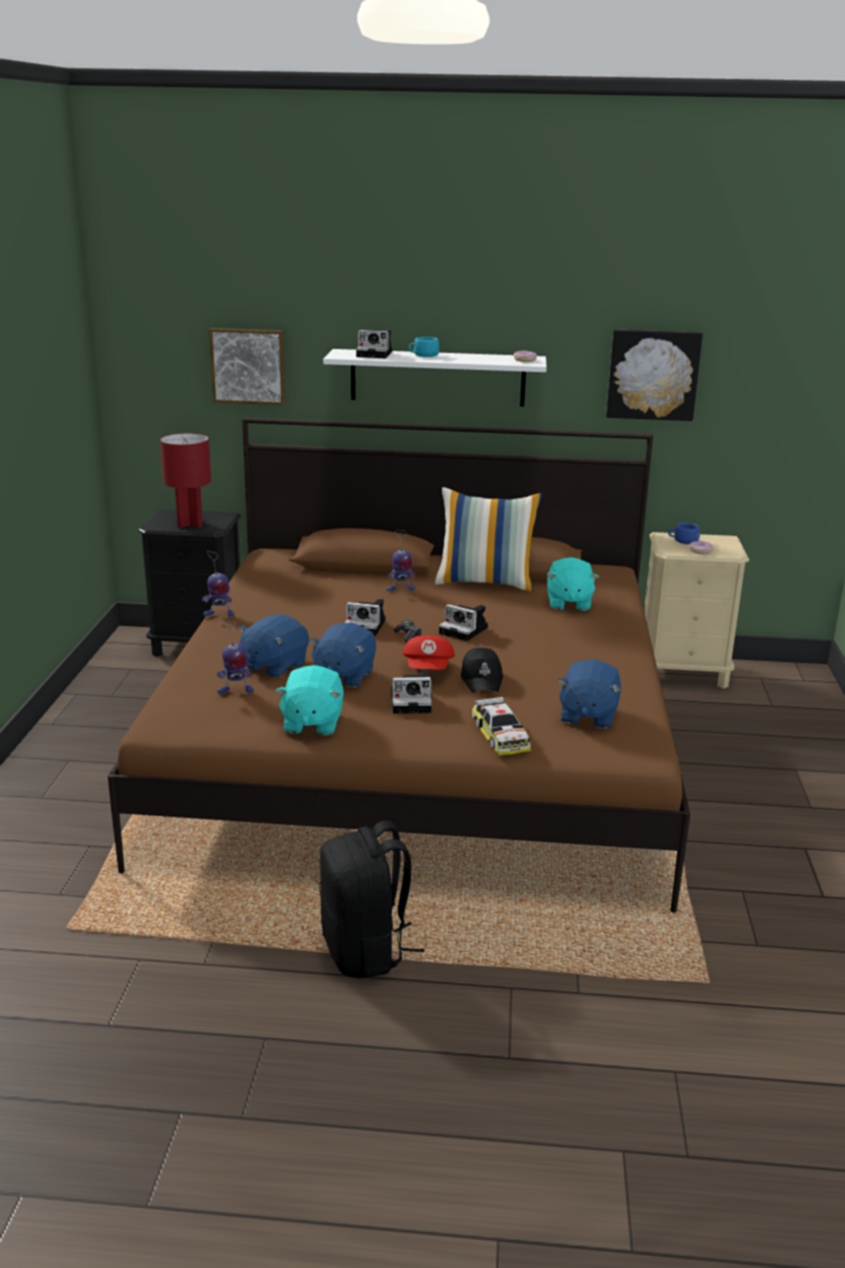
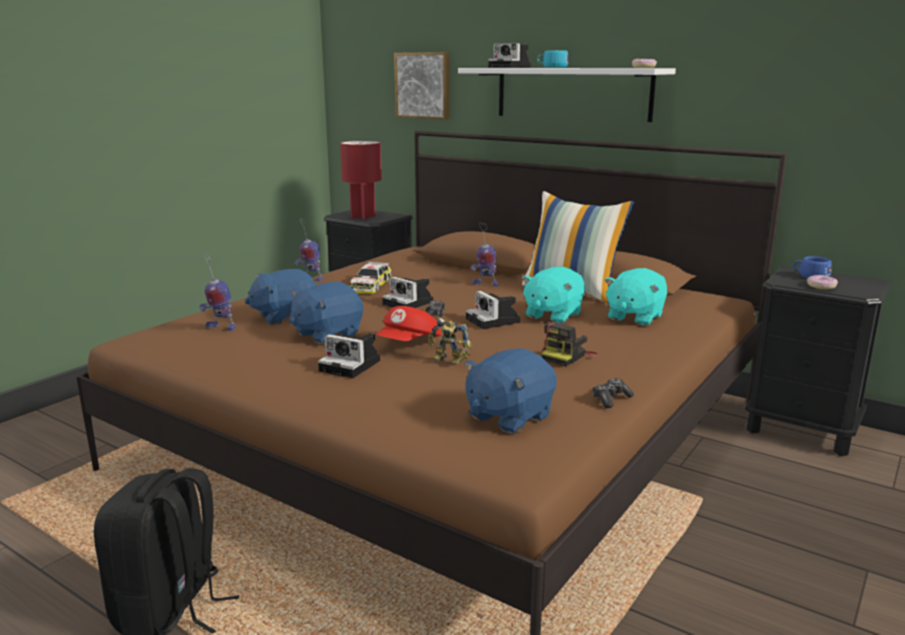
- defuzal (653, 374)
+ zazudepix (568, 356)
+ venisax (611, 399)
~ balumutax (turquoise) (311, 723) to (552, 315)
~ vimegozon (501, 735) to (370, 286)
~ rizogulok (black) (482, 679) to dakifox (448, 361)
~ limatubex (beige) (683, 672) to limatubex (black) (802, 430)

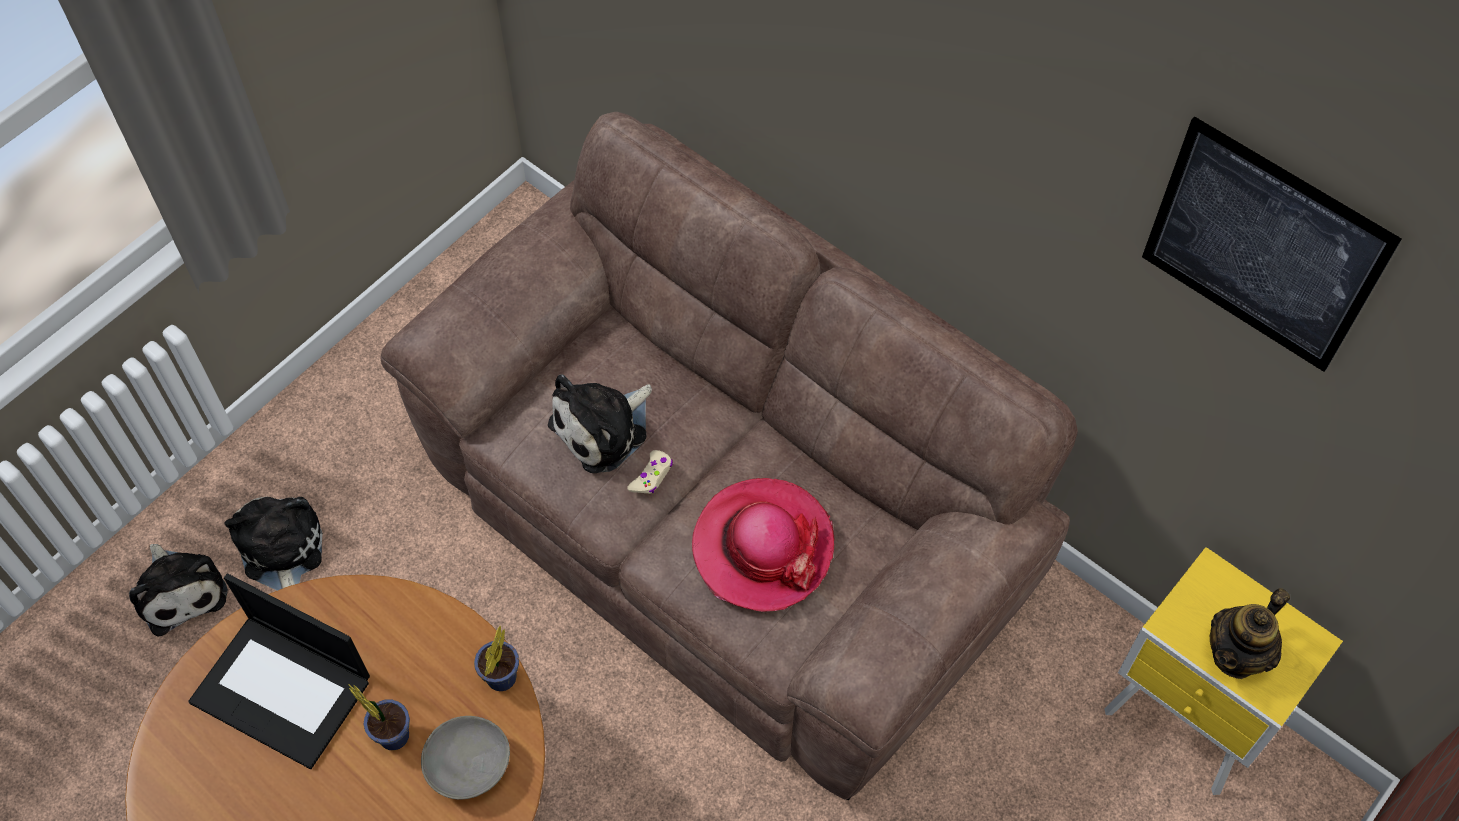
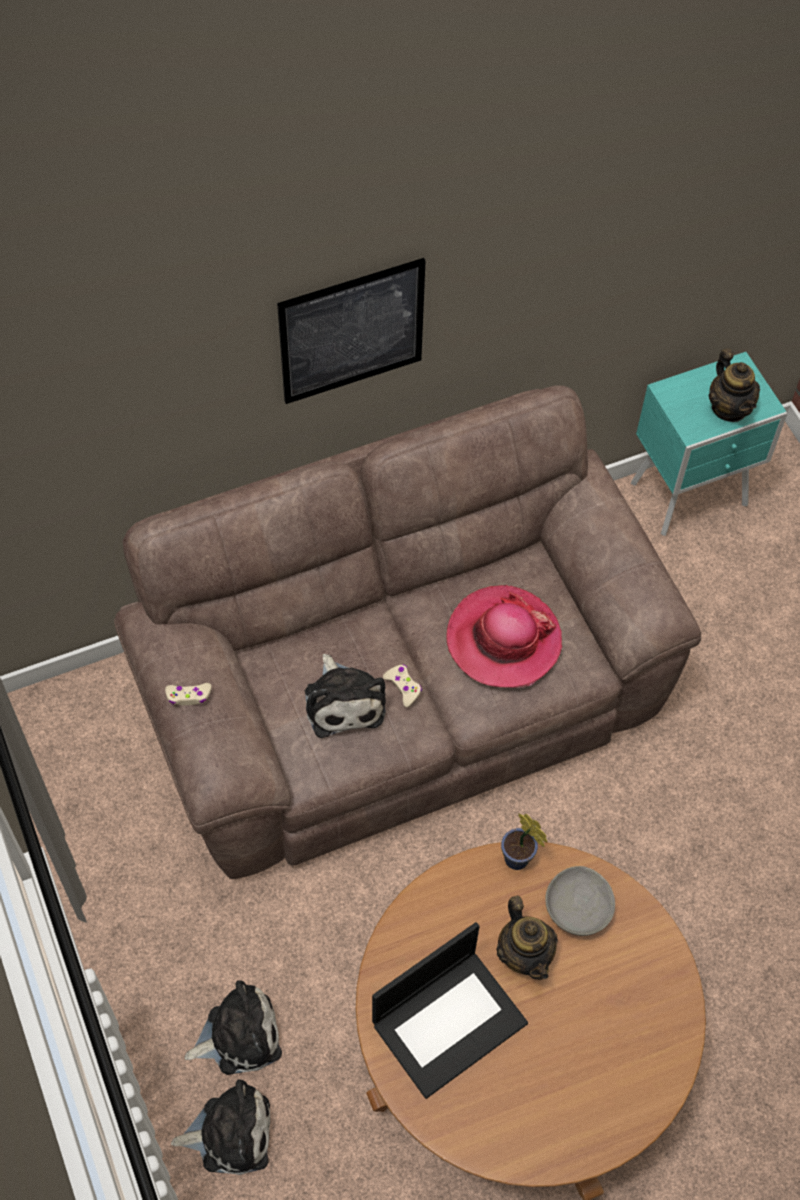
+ venisax (beige) (189, 696)
~ defuzal (1263, 246) to (352, 331)
~ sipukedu (391, 733) to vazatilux (524, 954)
~ limatubex (yellow) (1187, 723) to limatubex (turquoise) (691, 495)
~ balumutax (281, 551) = (238, 1035) 150 degrees clockwise

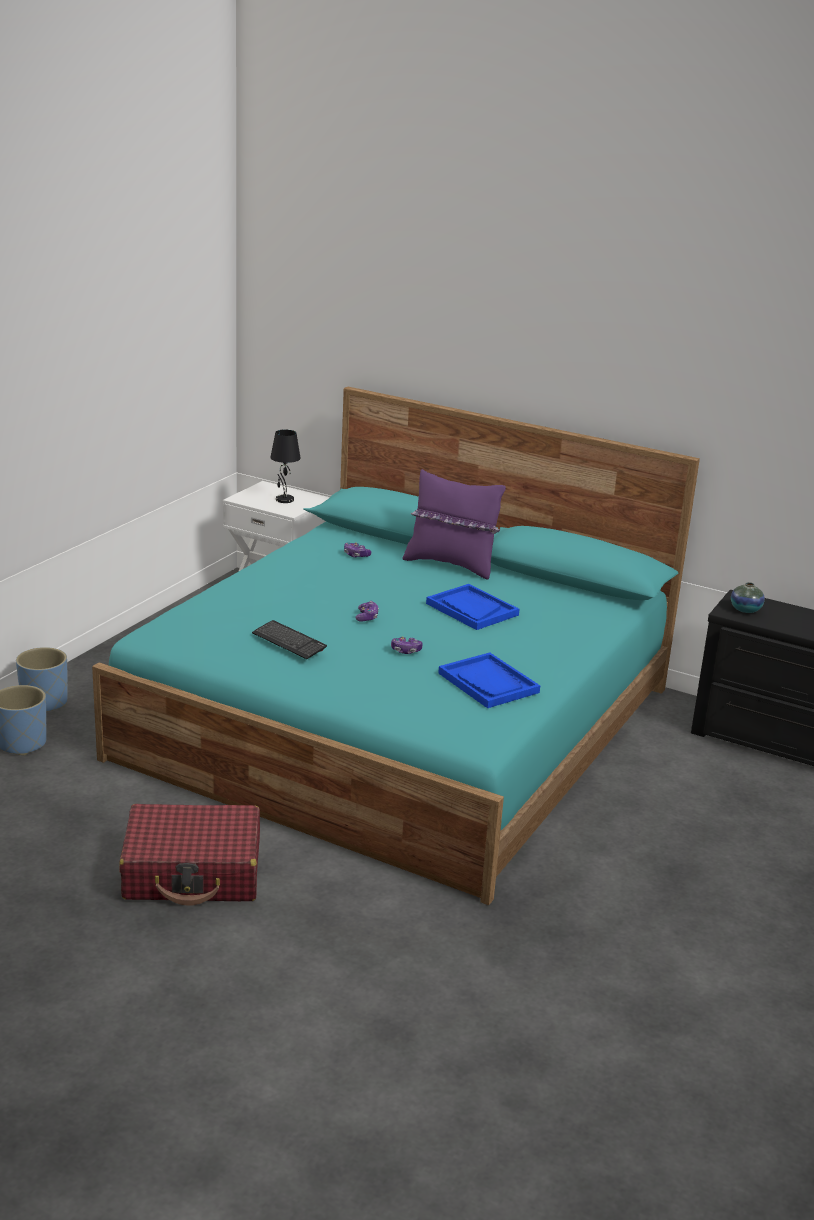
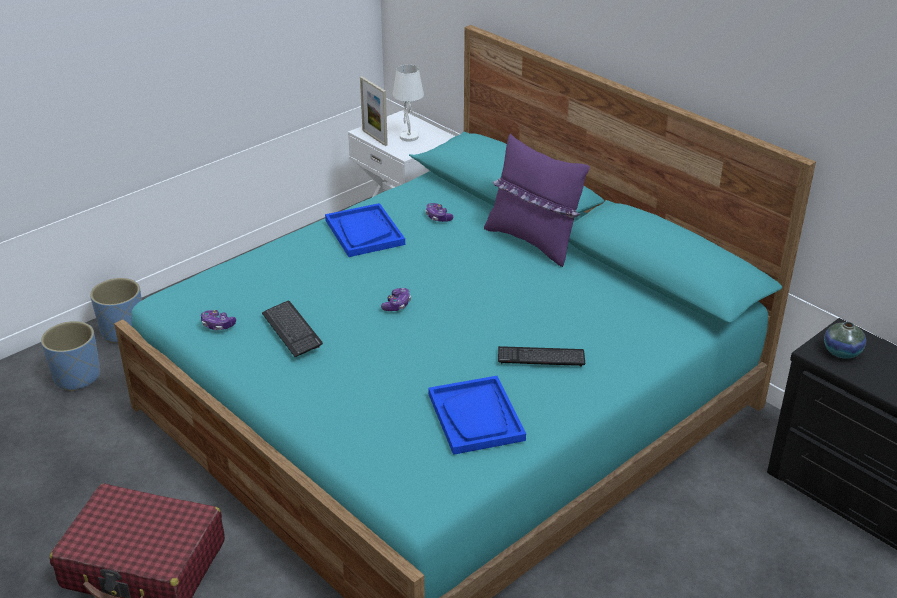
+ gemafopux (374, 137)
+ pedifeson (541, 357)
~ venisax (406, 650) to (218, 325)
~ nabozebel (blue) (471, 609) to (364, 232)
~ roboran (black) (284, 500) to roboran (white) (408, 137)

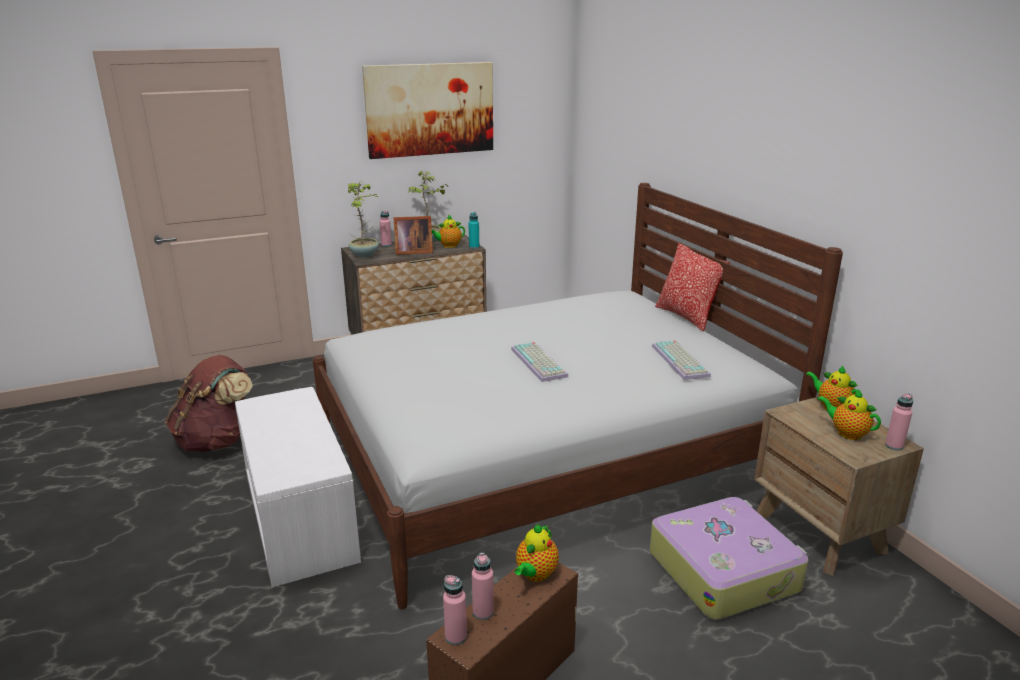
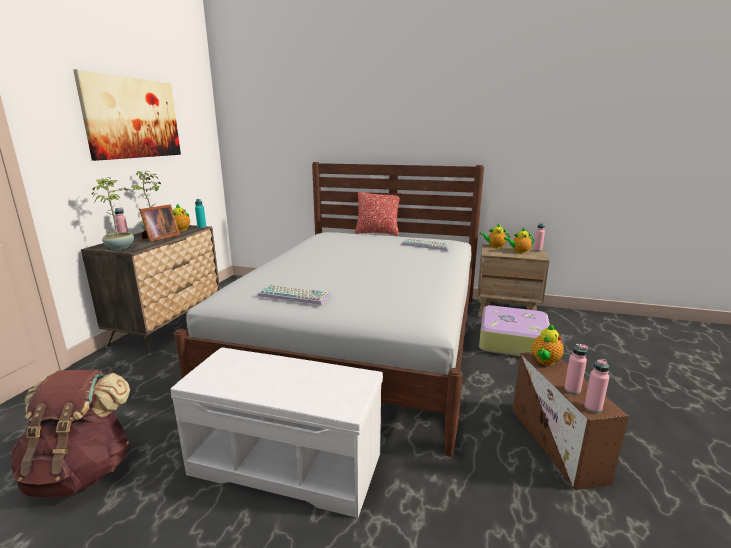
~ pedifeson (540, 363) to (296, 295)
~ vazatilux (535, 575) = (545, 361) 60 degrees clockwise

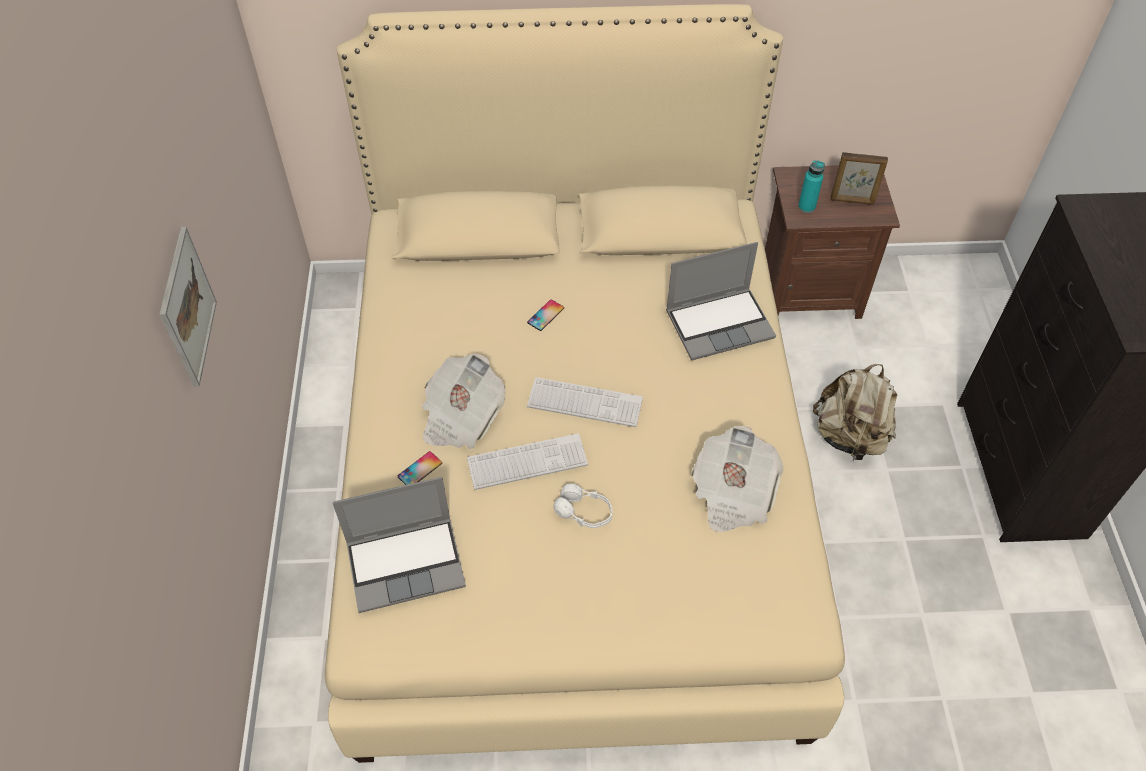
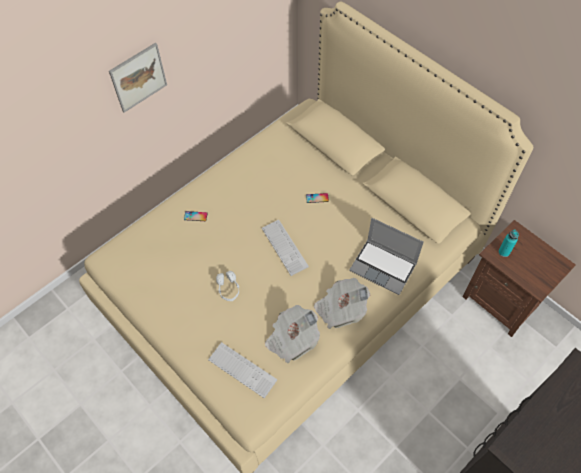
- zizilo (407, 563)
- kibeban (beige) (849, 436)
- gemafopux (852, 201)
~ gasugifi (461, 417) to (340, 309)
~ pedifeson (527, 462) to (242, 370)

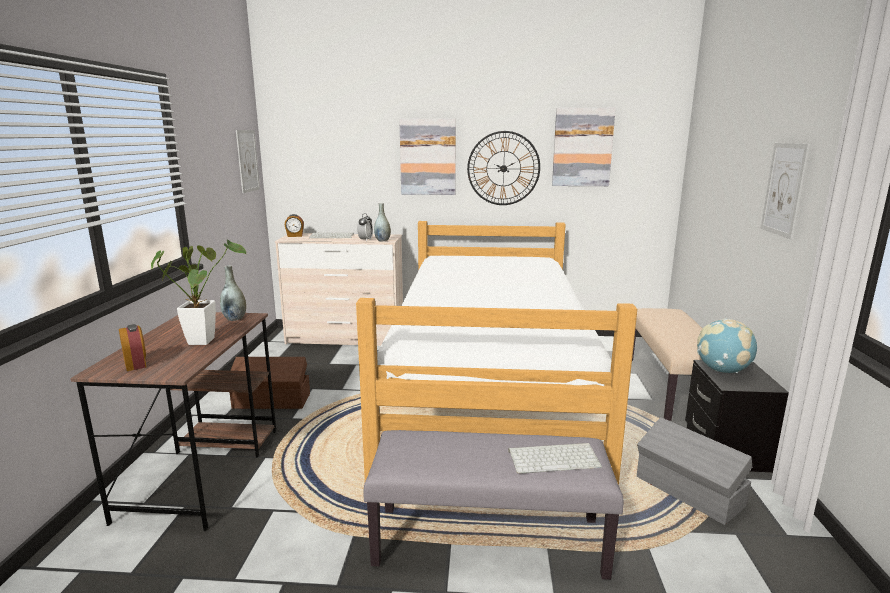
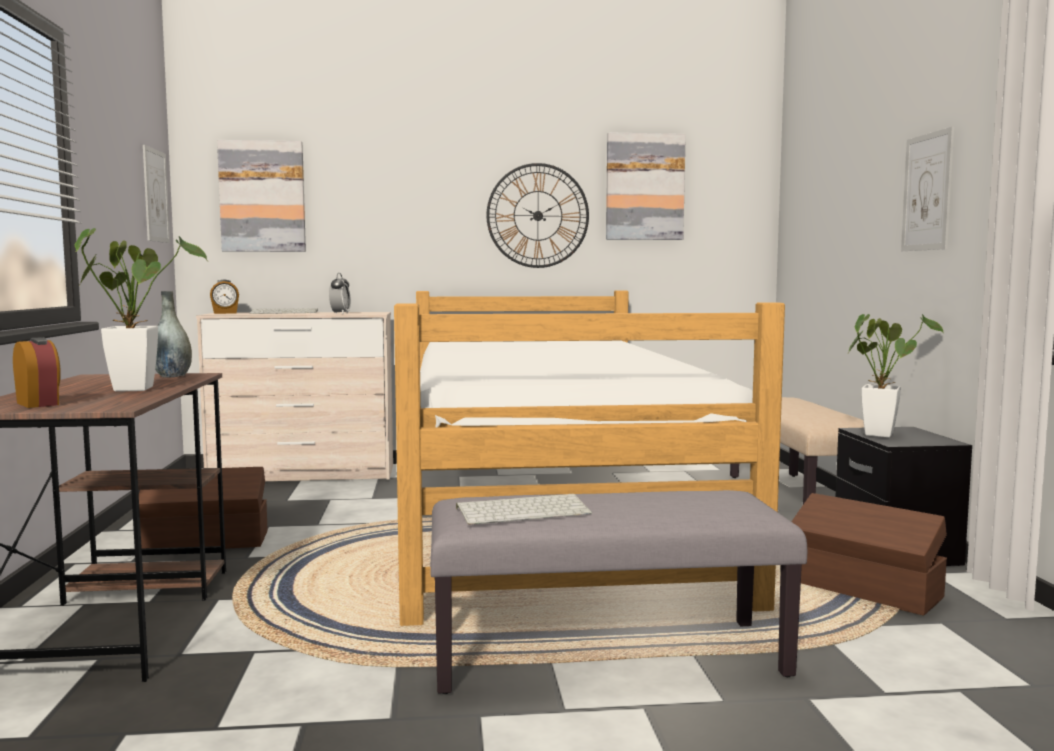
- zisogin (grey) (382, 240)
~ defuzal (428, 157) to (262, 196)
~ pedifeson (554, 458) to (524, 511)
~ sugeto (722, 370) to sipukedu (880, 433)
~ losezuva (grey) (689, 492) to losezuva (brown) (865, 590)

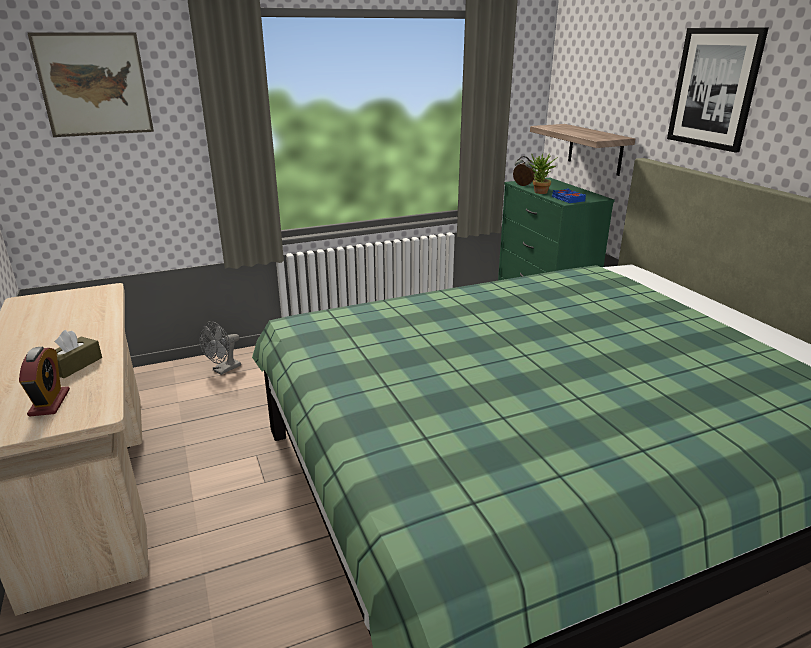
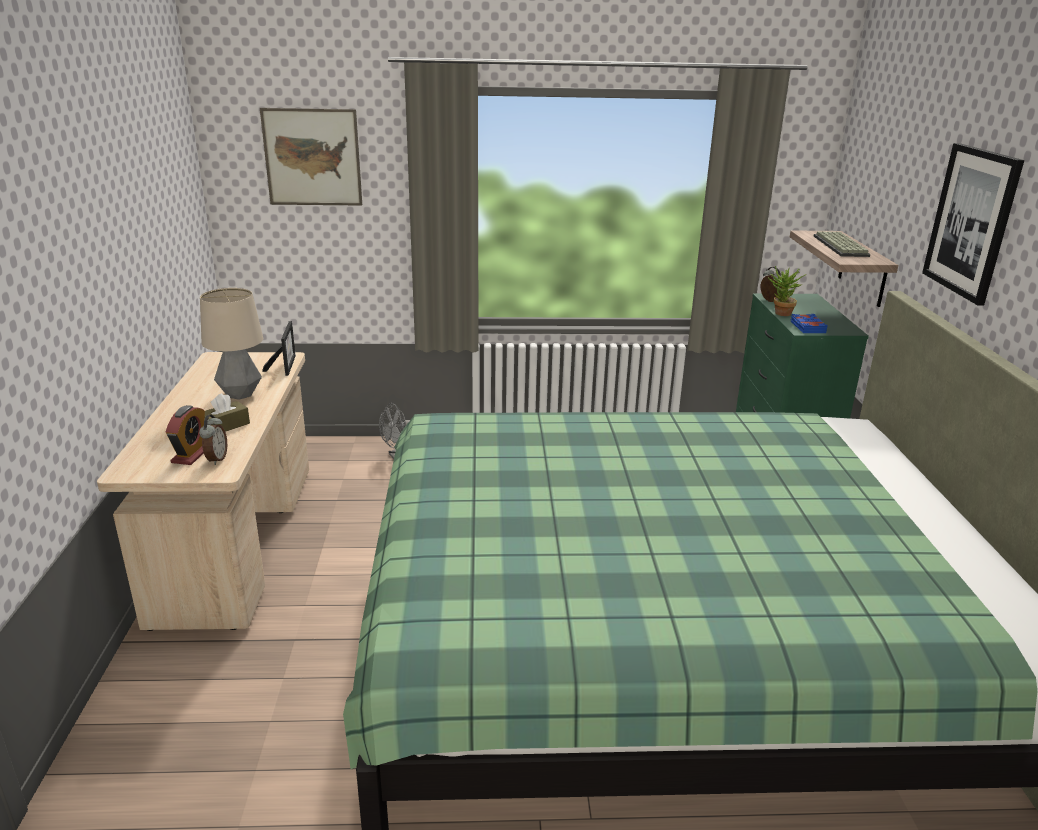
+ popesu (216, 459)
+ roboran (240, 394)
+ gemafopux (285, 365)
+ pedifeson (842, 246)

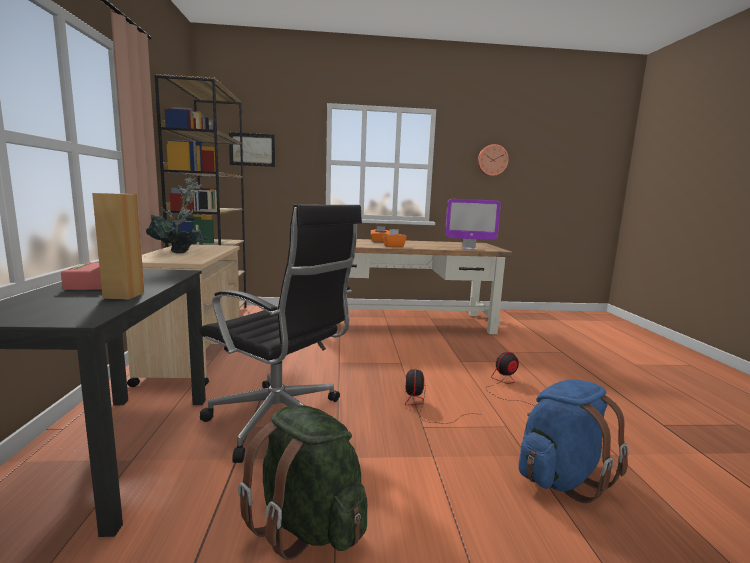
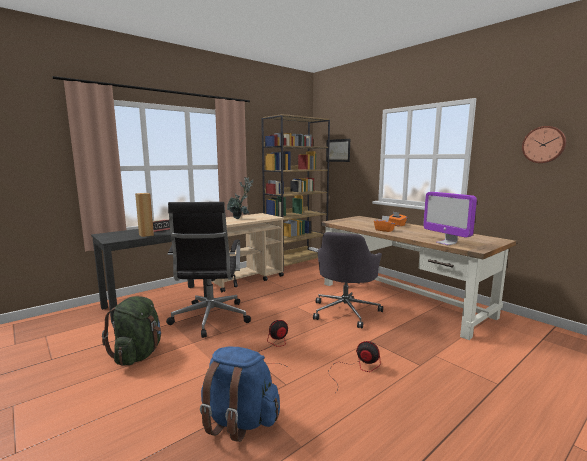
+ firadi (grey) (345, 311)

